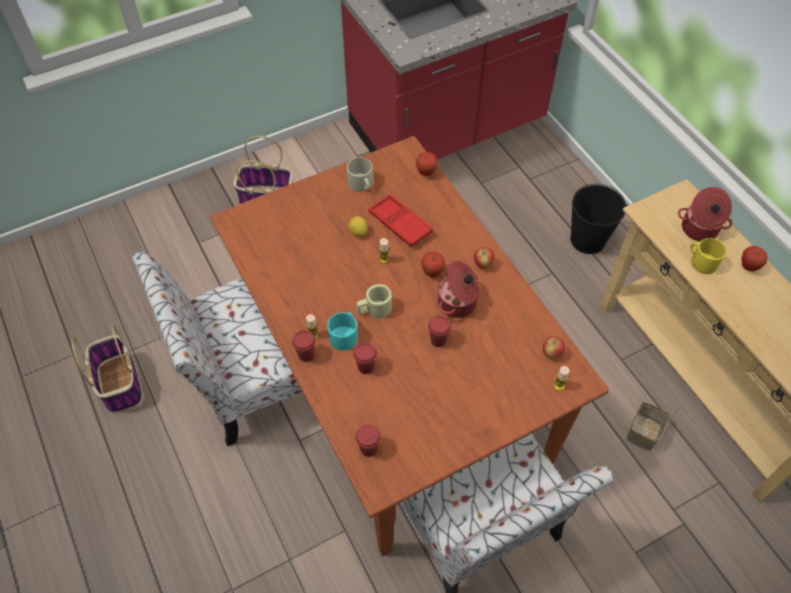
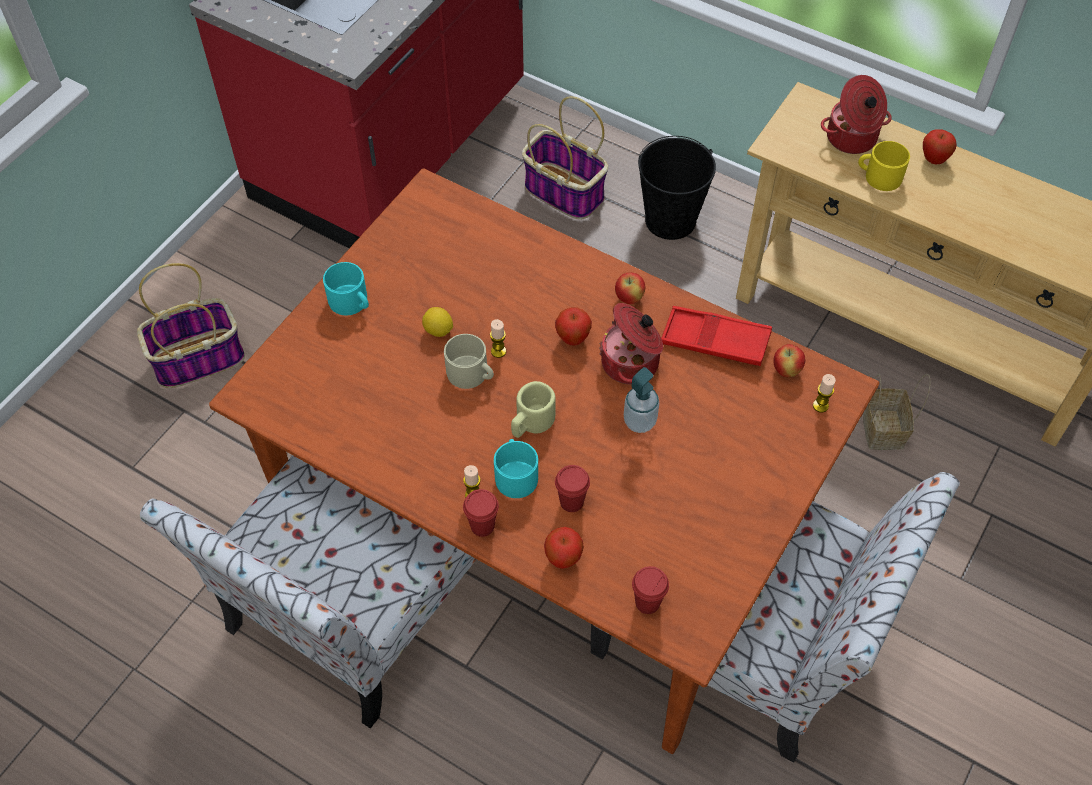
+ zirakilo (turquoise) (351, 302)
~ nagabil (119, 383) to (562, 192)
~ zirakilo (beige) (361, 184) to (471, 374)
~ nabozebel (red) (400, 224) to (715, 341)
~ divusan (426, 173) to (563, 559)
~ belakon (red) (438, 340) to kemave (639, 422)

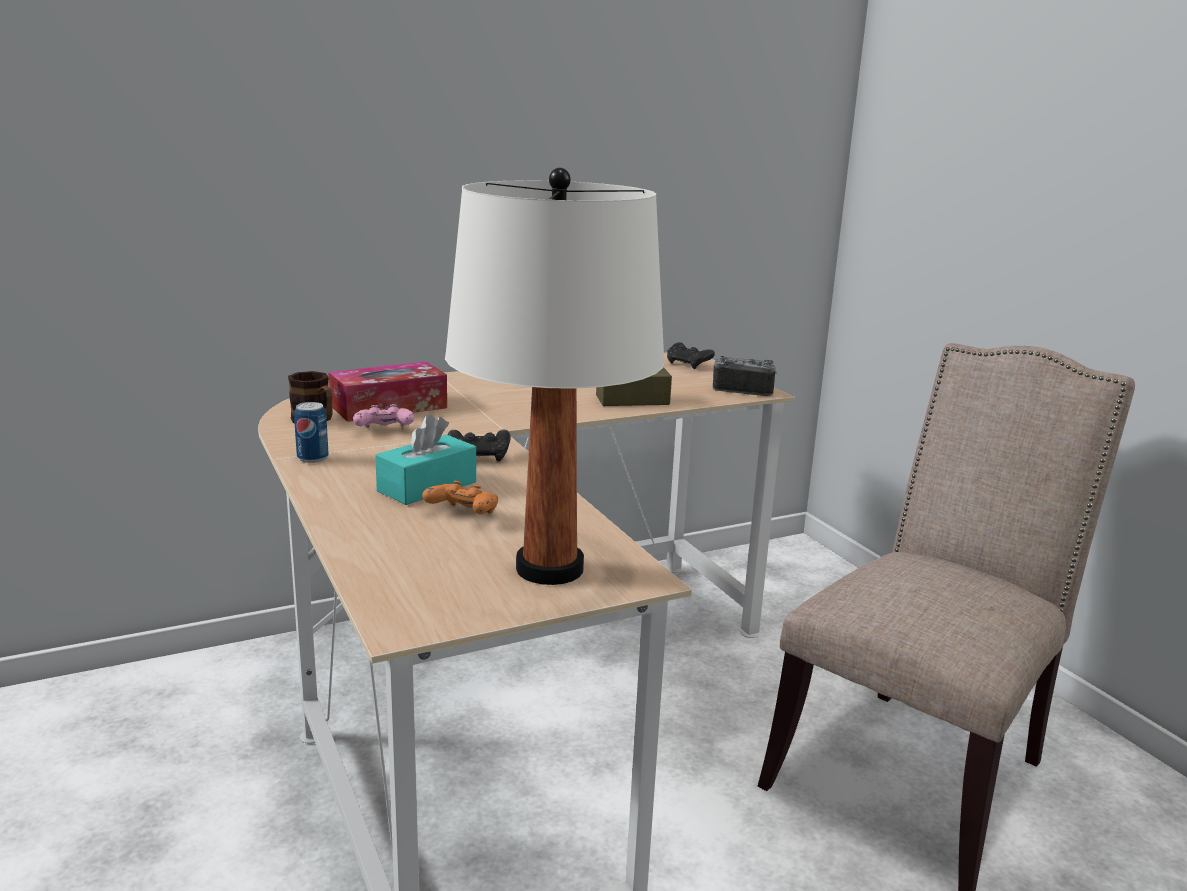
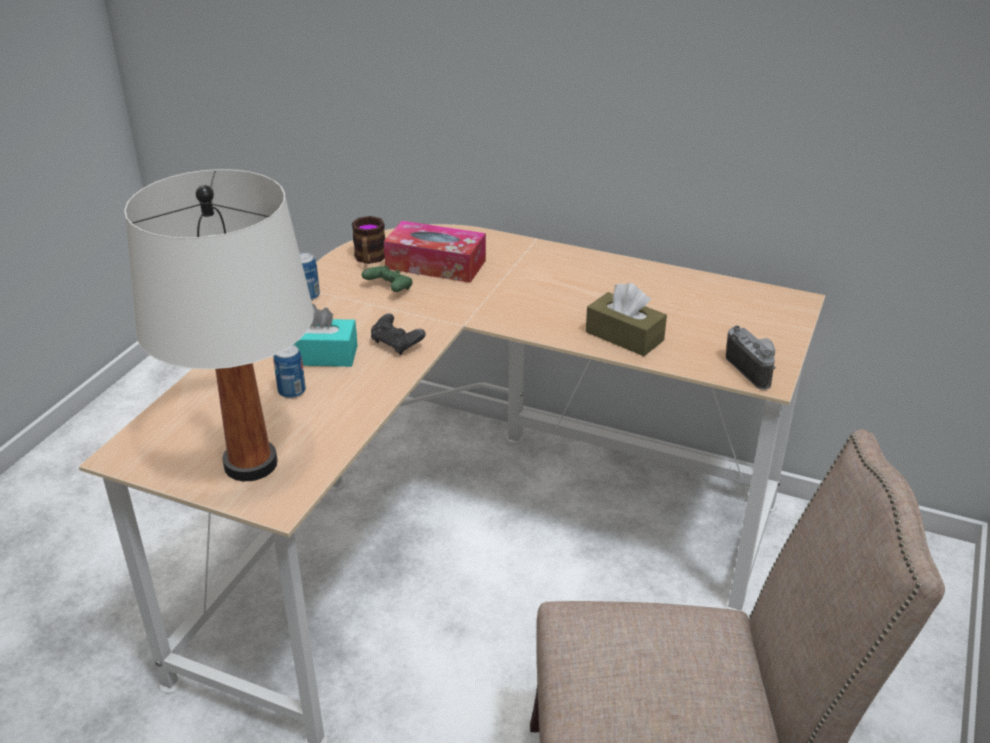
- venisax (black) (688, 365)
~ venisax (orange) (463, 515) to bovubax (292, 391)
~ venisax (pink) (384, 431) to venisax (green) (389, 289)

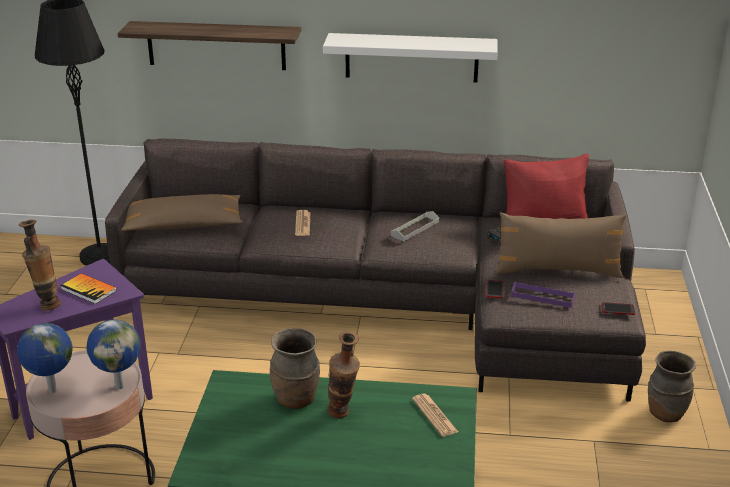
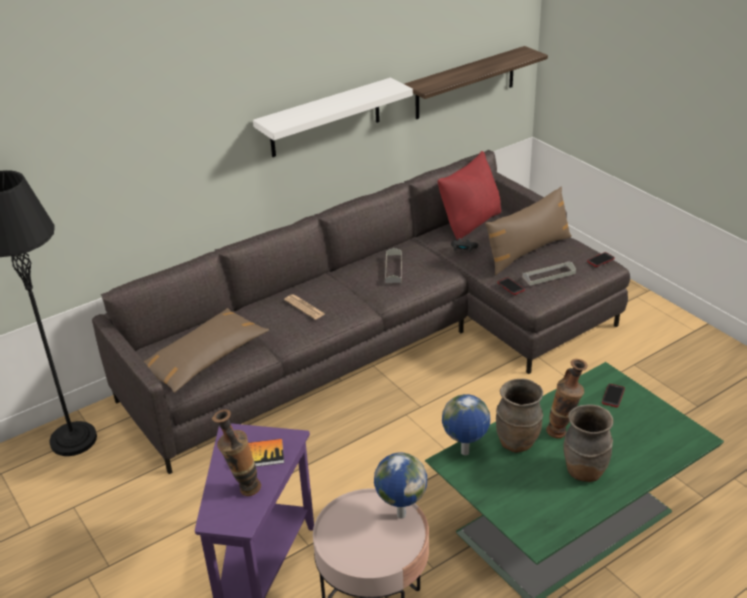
~ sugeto (52, 391) to (465, 453)
~ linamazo (216, 45) to (465, 83)
~ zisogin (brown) (665, 413) to (584, 471)
~ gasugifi (434, 415) to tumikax (613, 396)
~ nabozebel (purple) (543, 297) to nabozebel (grey) (548, 275)

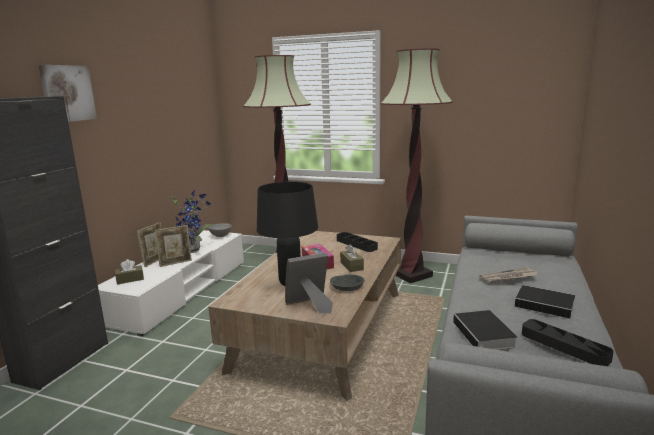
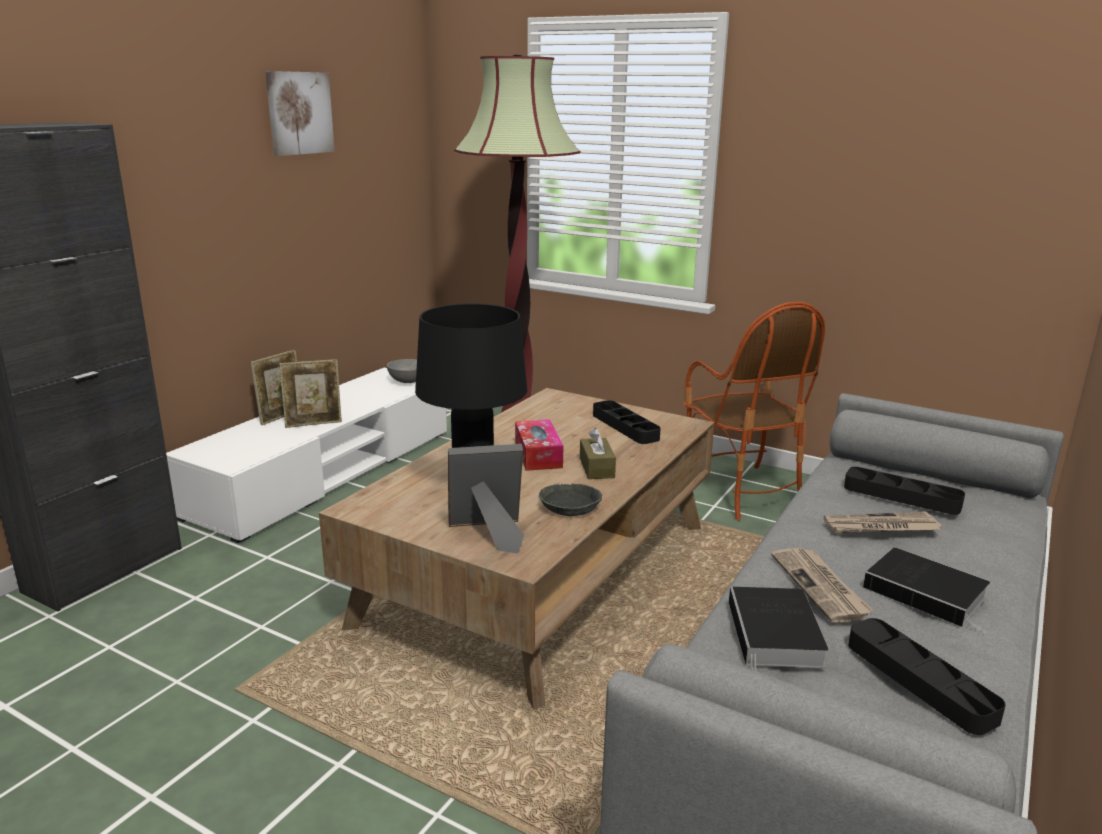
- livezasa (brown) (130, 279)
- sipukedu (193, 250)
+ gasugifi (820, 587)
+ nabozebel (black) (901, 496)
~ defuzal (67, 93) to (299, 113)
~ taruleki (411, 275) to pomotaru (741, 491)

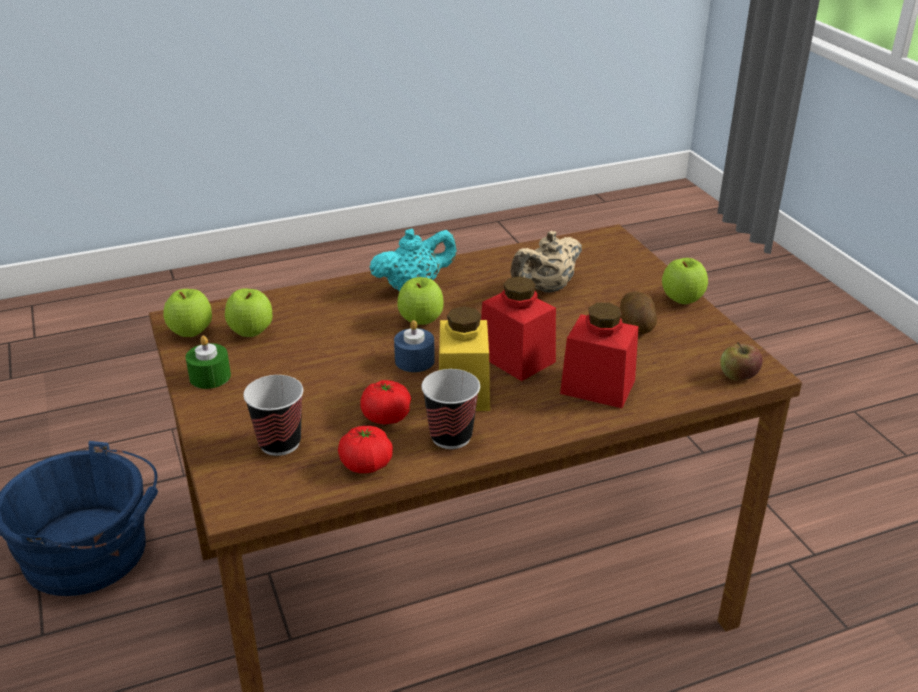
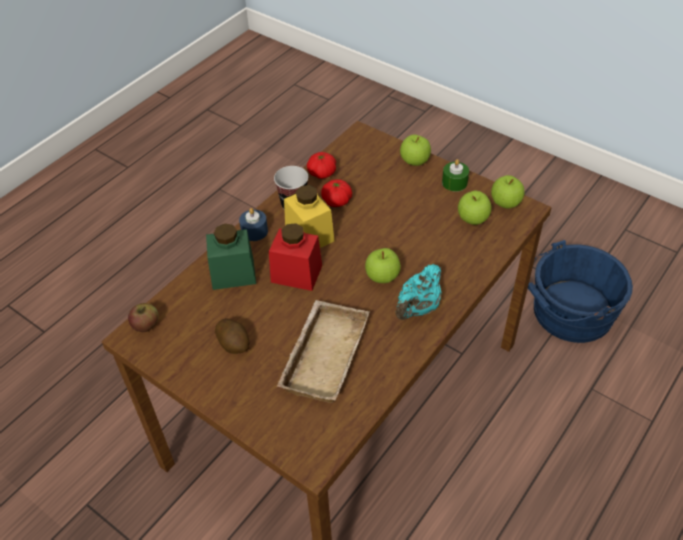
- belakon (279, 443)
~ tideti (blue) (414, 360) to (254, 231)
~ divusan (682, 300) to (414, 162)
~ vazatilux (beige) (546, 288) to nabozebel (beige) (322, 354)
~ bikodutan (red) (597, 387) to bikodutan (green) (233, 274)

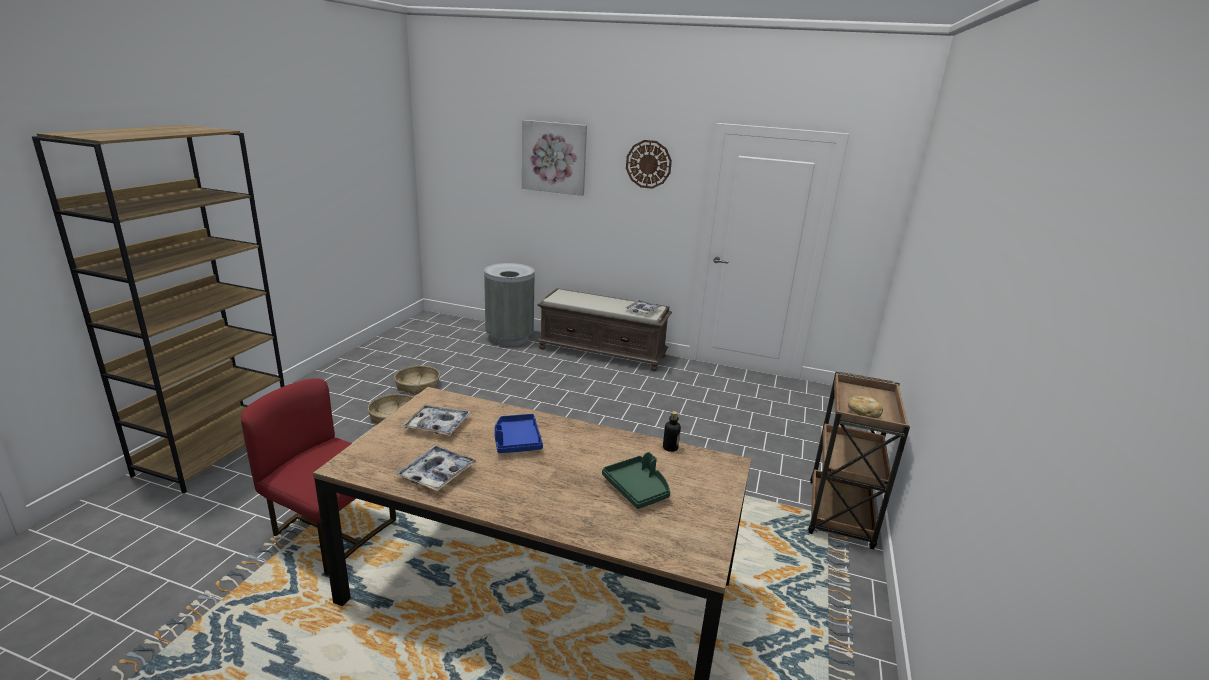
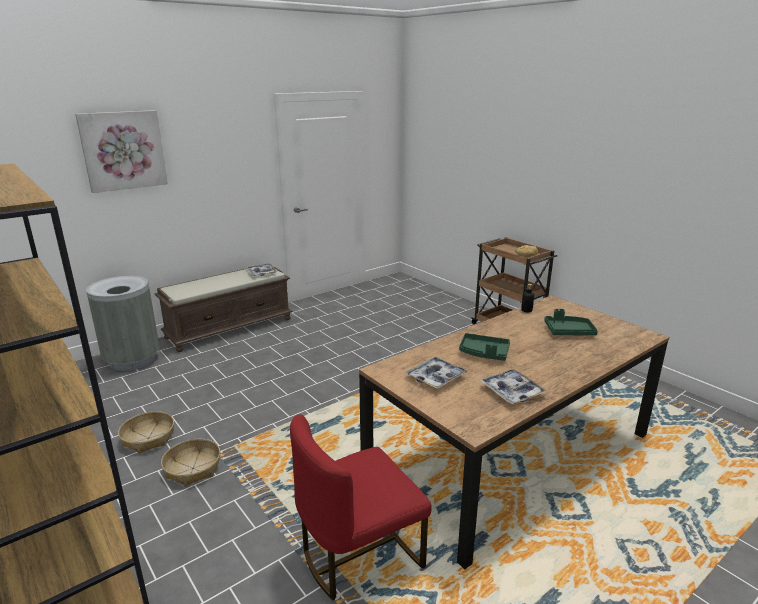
- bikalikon (648, 164)
~ nabozebel (blue) (516, 441) to nabozebel (green) (484, 353)

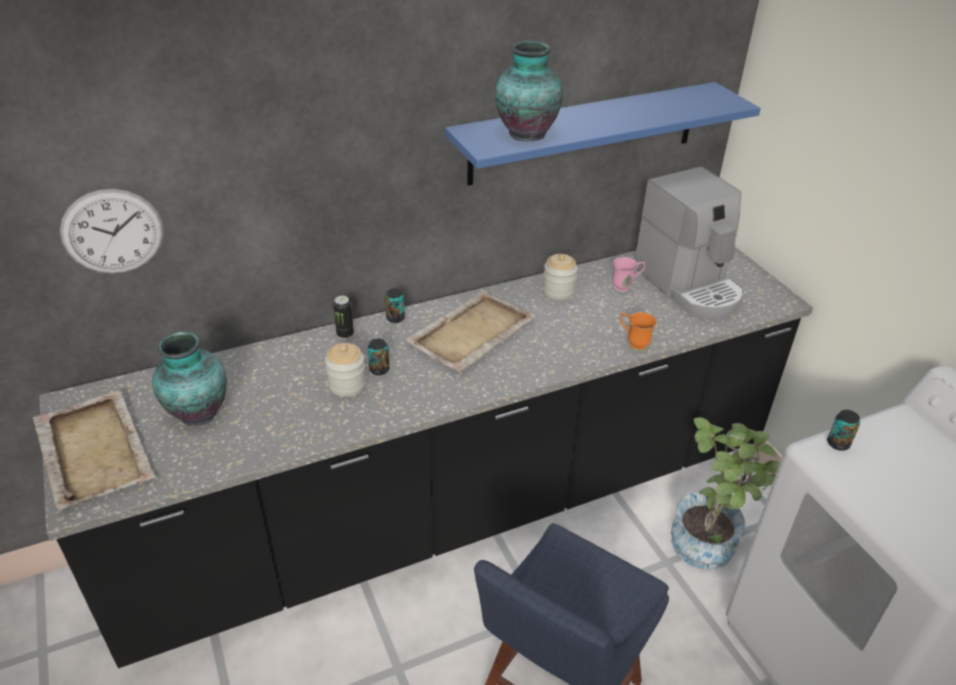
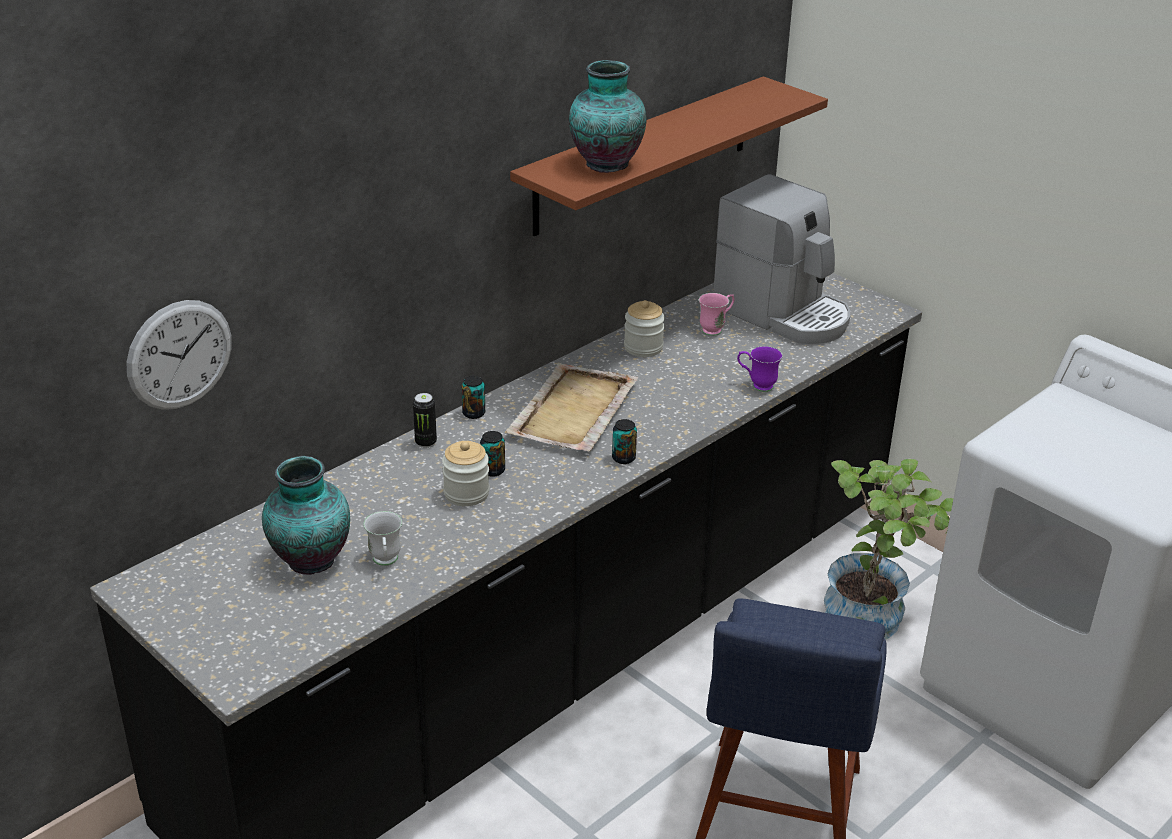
- nabozebel (beige) (94, 450)
+ zirakilo (white) (385, 562)
~ bovubax (838, 443) to (623, 458)
~ linamazo (blue) (585, 133) to linamazo (brown) (644, 155)
~ zirakilo (orange) (633, 343) to zirakilo (purple) (757, 385)

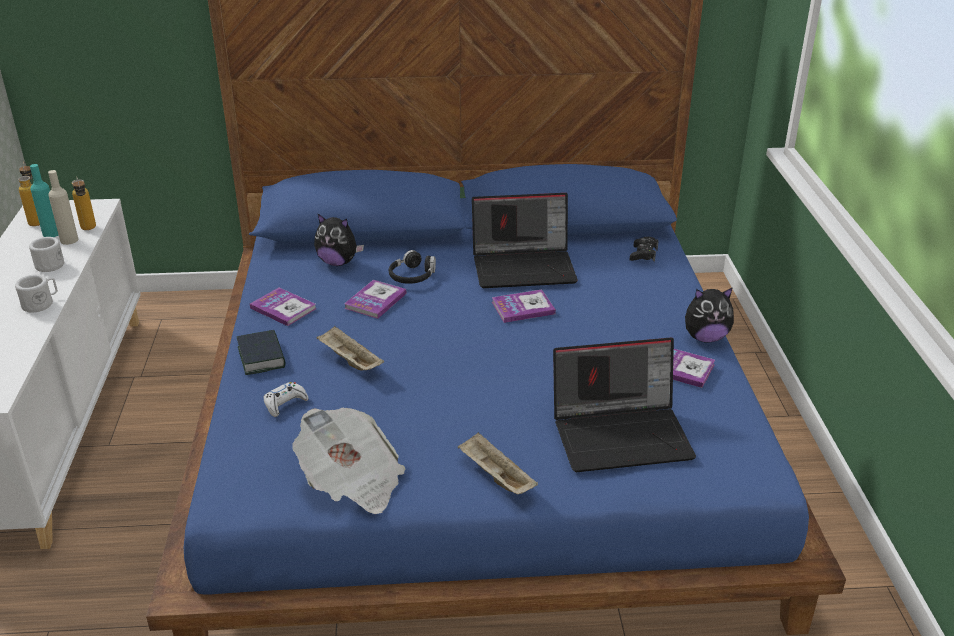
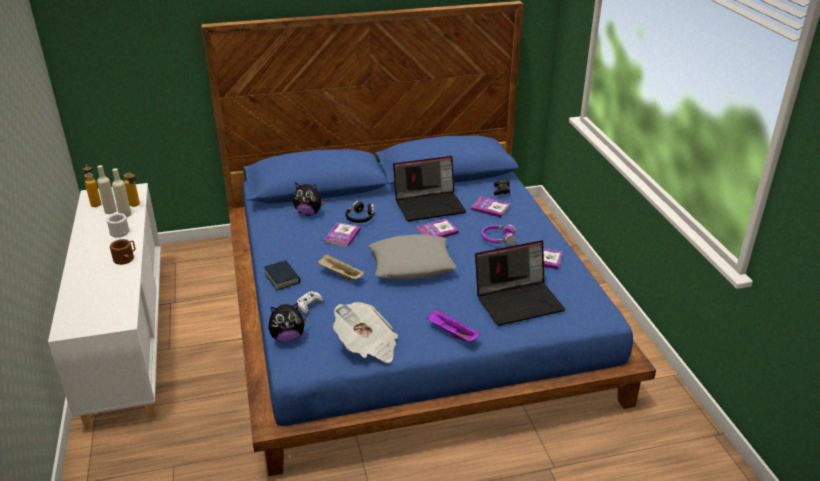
+ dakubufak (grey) (412, 264)
+ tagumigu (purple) (498, 239)
~ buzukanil (283, 308) to (490, 208)
~ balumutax (705, 337) to (287, 338)
~ zirakilo (white) (41, 303) to zirakilo (brown) (125, 258)
~ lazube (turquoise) (51, 233) to lazube (beige) (110, 211)
~ nabozebel (beige) (495, 476) to nabozebel (purple) (451, 333)

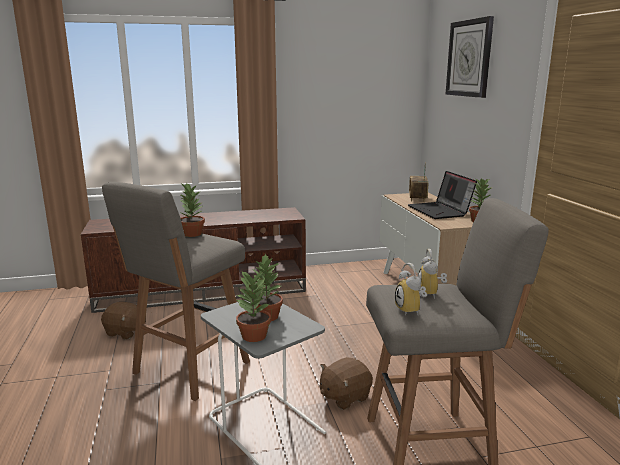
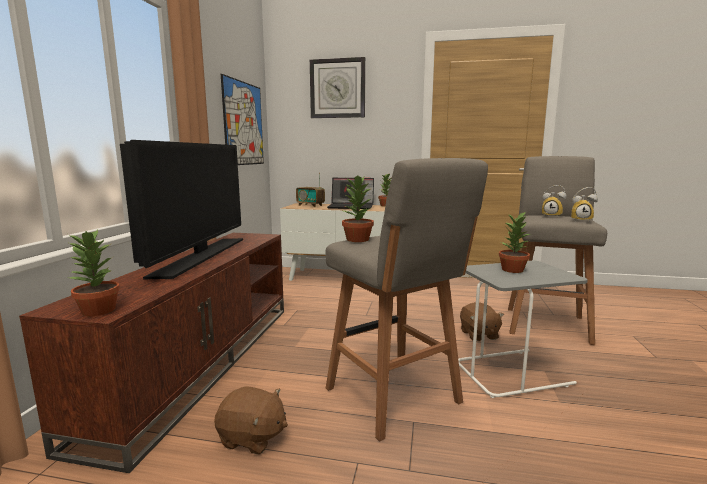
+ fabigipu (201, 256)
+ defuzal (243, 123)
~ sipukedu (253, 336) to (97, 311)
~ balumutax (brown) (125, 332) = (252, 438) 60 degrees clockwise

